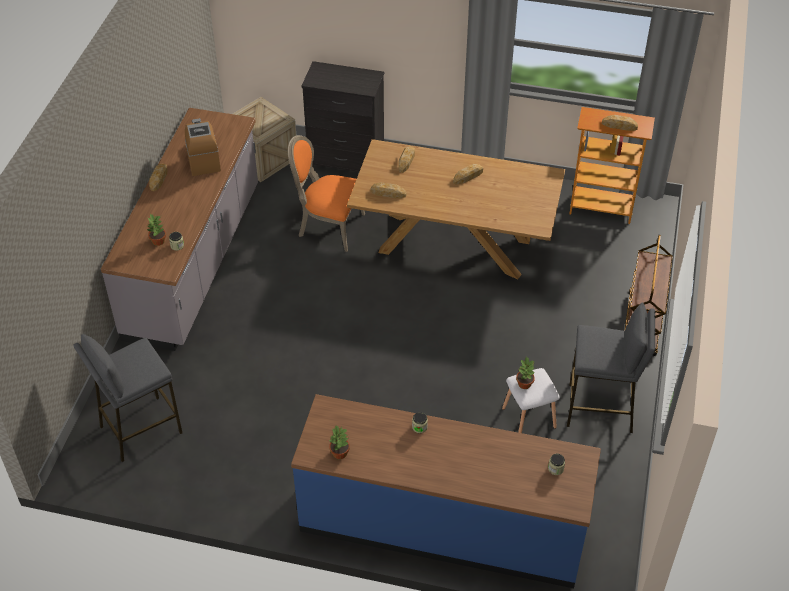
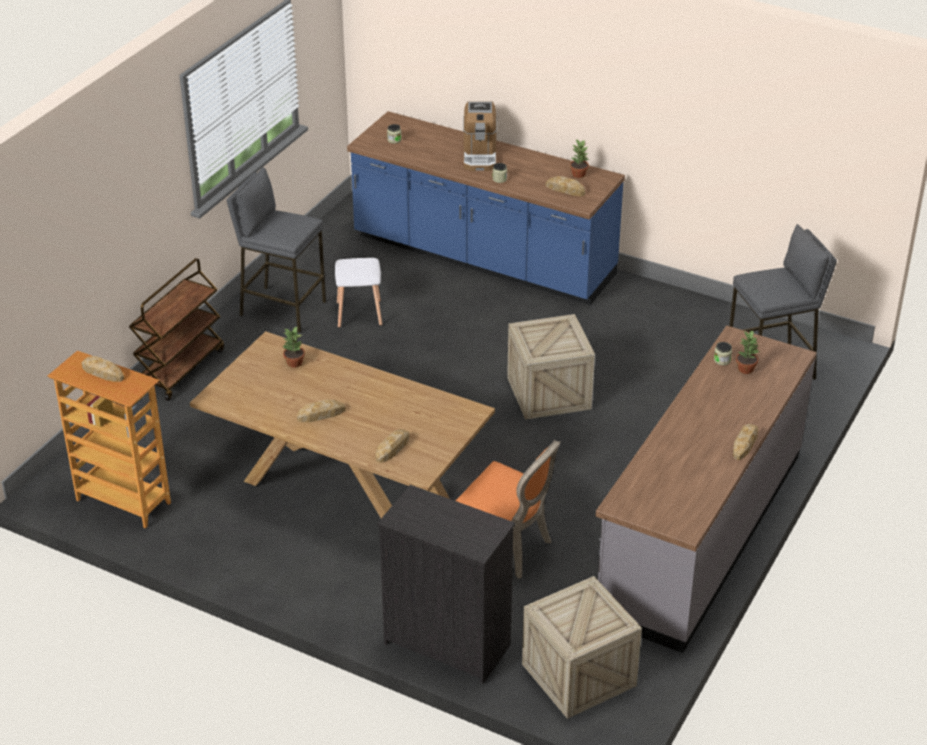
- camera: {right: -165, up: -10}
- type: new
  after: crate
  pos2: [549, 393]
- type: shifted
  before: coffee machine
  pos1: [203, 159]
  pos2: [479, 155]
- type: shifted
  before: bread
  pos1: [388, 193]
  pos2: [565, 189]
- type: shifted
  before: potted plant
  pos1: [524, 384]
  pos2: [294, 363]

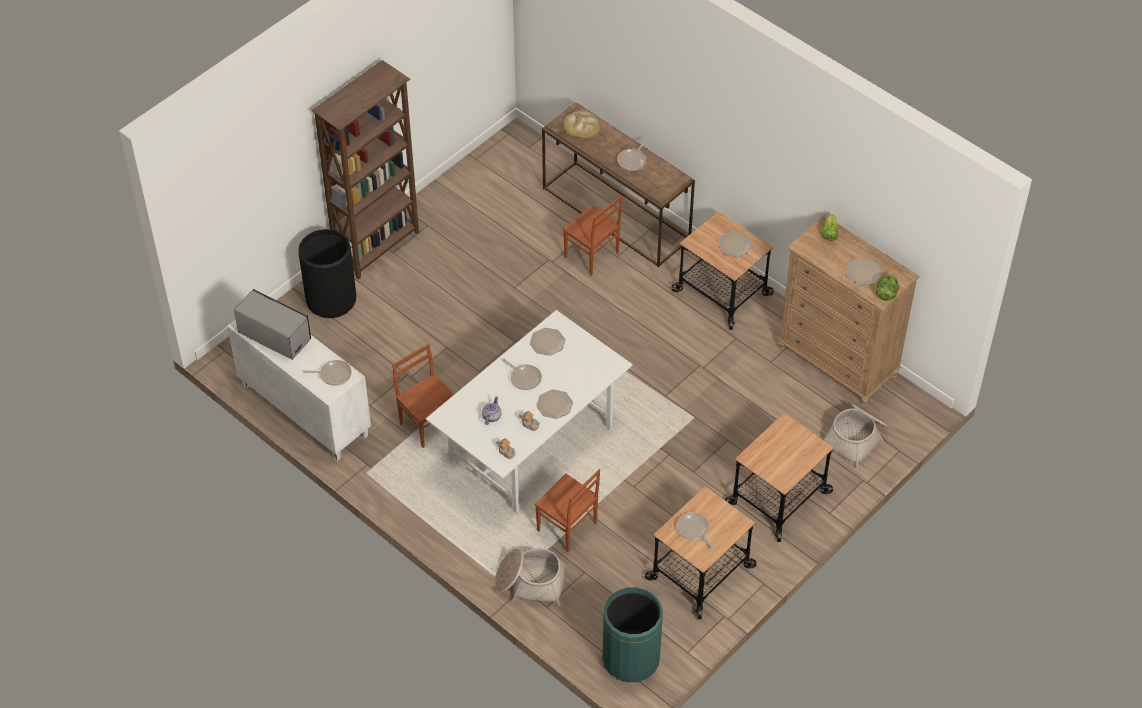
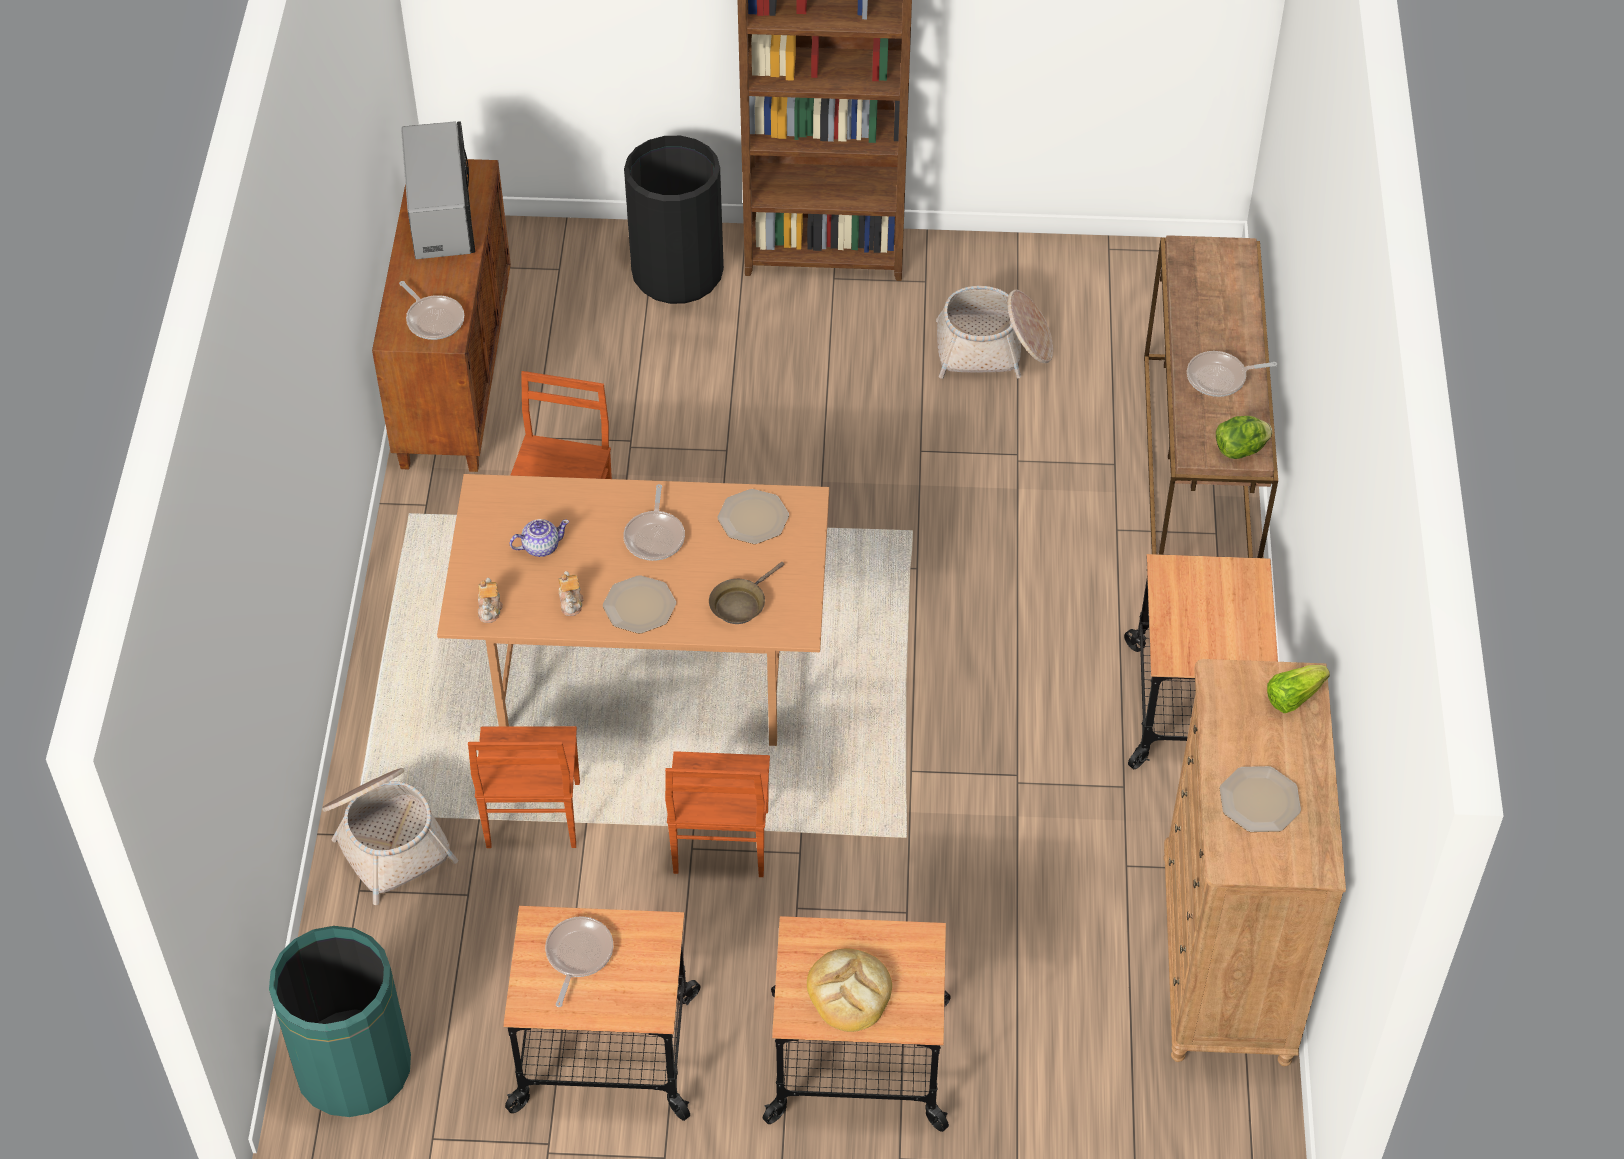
- camera: {right: 50, up: 0}
- type: gone
  before: plate
  pos1: [734, 245]
- type: new
  after: frying pan (brown)
  pos2: [740, 604]
- type: shifted
  before: bread
  pos1: [581, 126]
  pos2: [849, 991]
- type: shifted
  before: chair (brown)
  pos1: [591, 256]
  pos2: [719, 843]
- type: shifted
  before: basket
  pos1: [856, 438]
  pos2: [993, 349]
- type: shifted
  before: lettuce
  pos1: [886, 294]
  pos2: [1240, 449]
- type: repainted
  before: cabinet (white)
  after: cabinet (brown)
  pos1: [303, 410]
  pos2: [454, 375]
- type: repainted
  before: dining table (white)
  after: dining table (brown)
  pos1: [531, 444]
  pos2: [648, 666]

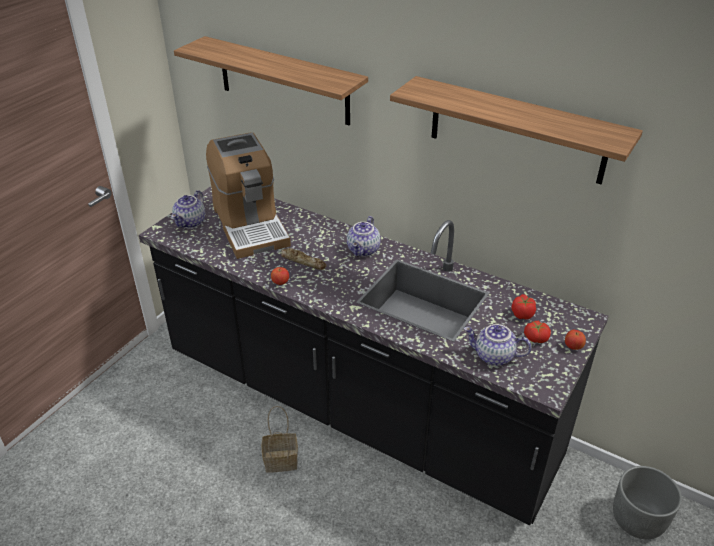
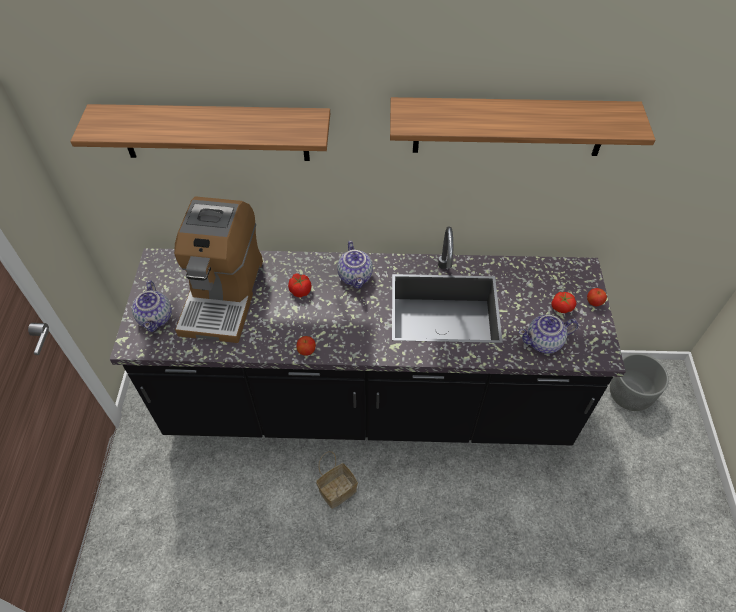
- camera: {right: -30, up: 15}
- type: gone
  before: bread
  pos1: [303, 261]
- type: shifted
  before: tomato
  pos1: [522, 314]
  pos2: [300, 290]
- type: rotated
  before: coffee machine
  pos1: [250, 225]
  pos2: [223, 295]
  turn: 60

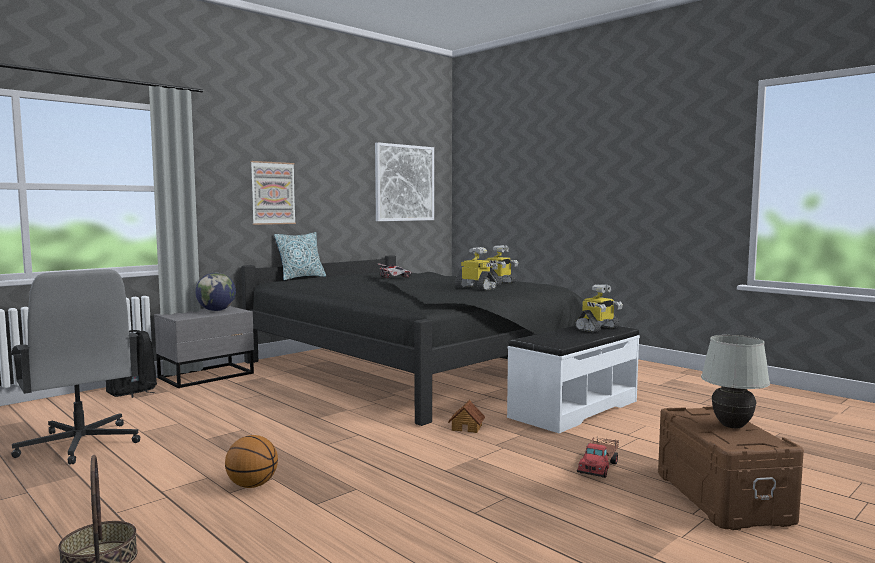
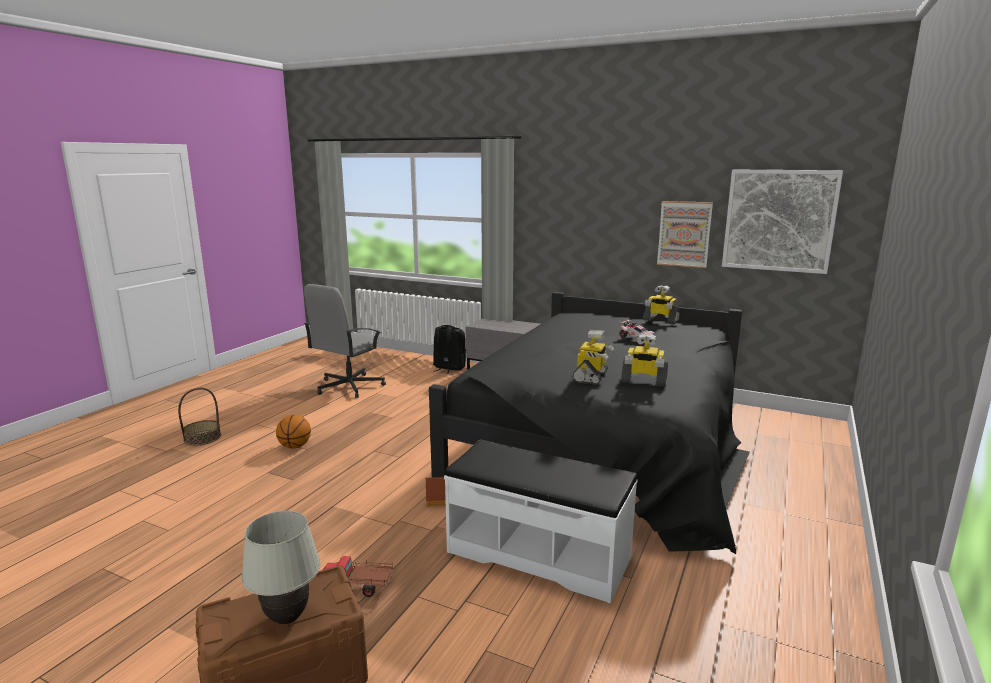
- camera: {right: 70, up: 10}
- type: gone
  before: globe
  pos1: [216, 310]
- type: gone
  before: pillow
  pos1: [301, 277]
- type: shifted
  before: picture
  pos1: [273, 193]
  pos2: [684, 234]
- type: shifted
  before: toy robot
  pos1: [598, 329]
  pos2: [660, 320]

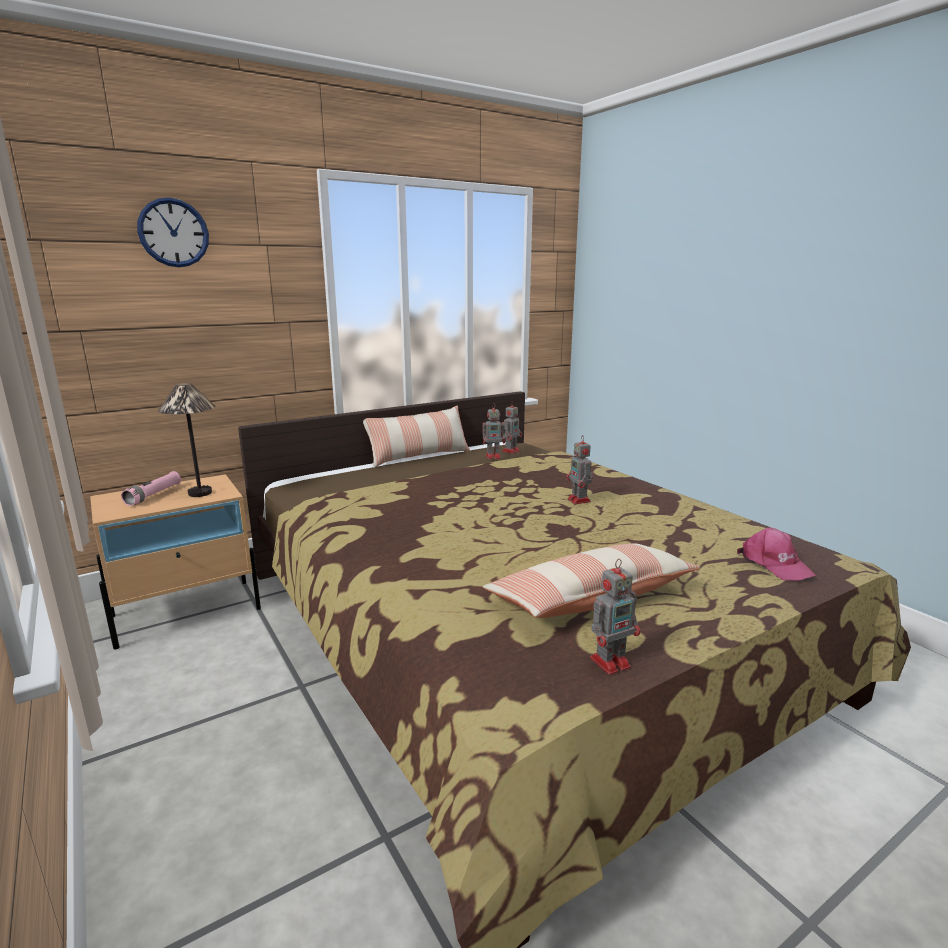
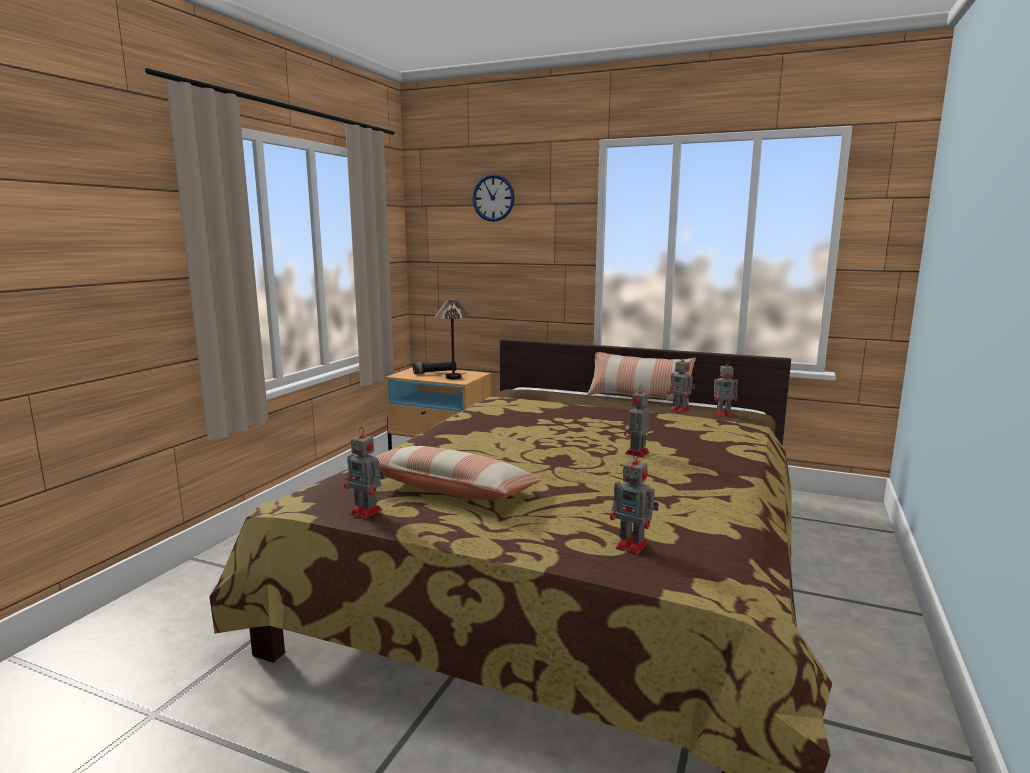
- camera: {right: 55, up: -5}
- type: swapped
  before: cap (pink)
  after: toy robot
  pos1: [774, 564]
  pos2: [633, 546]
- type: repainted
  before: flashlight (pink)
  after: flashlight (black)
  pos1: [154, 495]
  pos2: [434, 373]

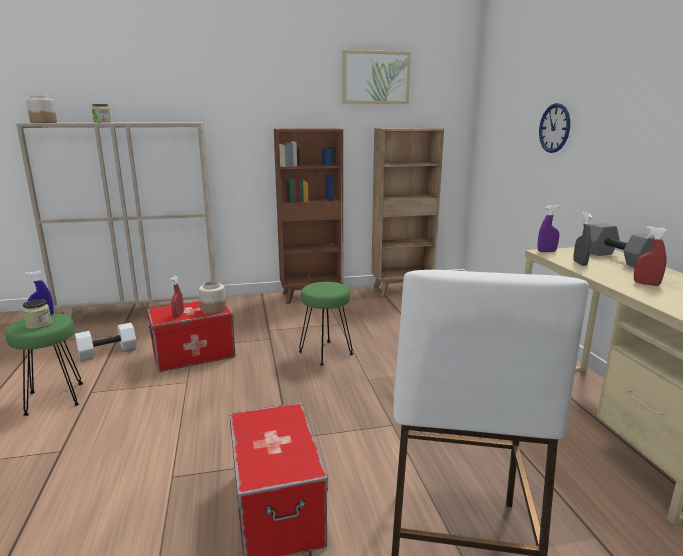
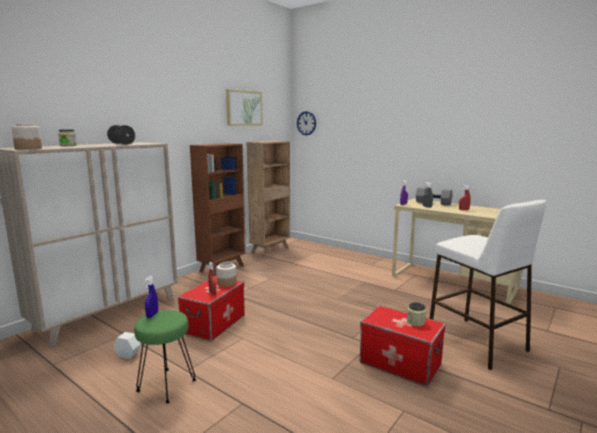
- camera: {right: -40, up: -5}
- type: gone
  before: stool (green)
  pos1: [326, 353]
- type: new
  after: dumbbell (black)
  pos2: [122, 144]
- type: shifted
  before: jar
  pos1: [39, 324]
  pos2: [415, 322]
- type: shifted
  before: wall clock
  pos1: [554, 128]
  pos2: [306, 123]

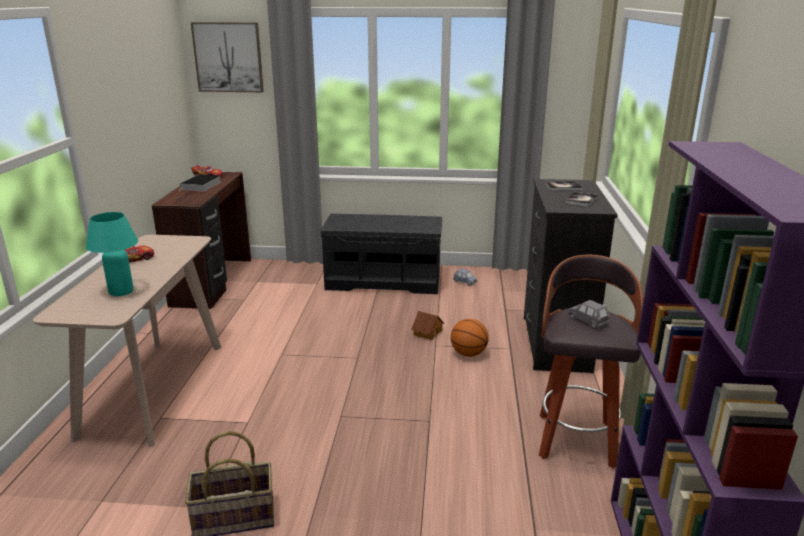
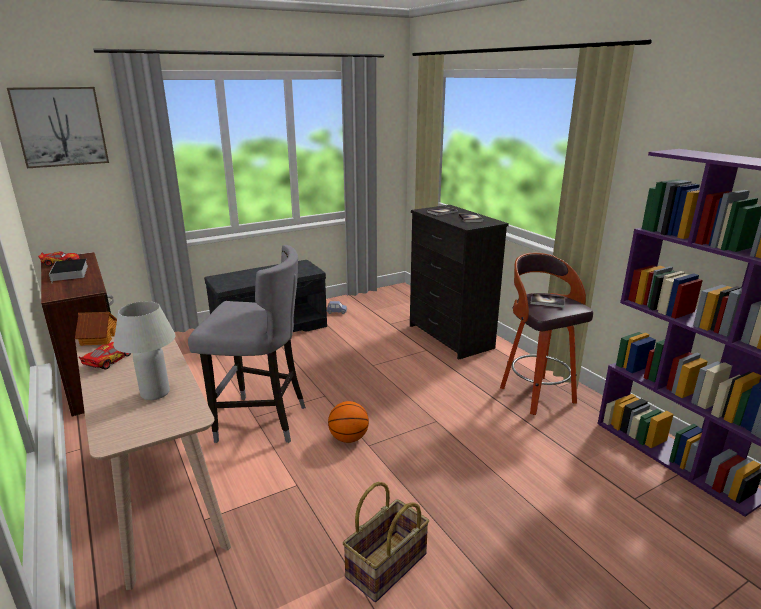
- camera: {right: -35, up: 0}
- type: new
  after: stool (grey)
  pos2: [260, 421]
- type: shifted
  before: toy house
  pos1: [427, 332]
  pos2: [99, 338]
- type: shifted
  before: basketball
  pos1: [468, 354]
  pos2: [348, 438]
- type: swapped
  before: toy car (grey)
  after: book
  pos1: [587, 321]
  pos2: [547, 301]
- type: repainted
  before: table lamp (turquoise)
  after: table lamp (white)
  pos1: [121, 292]
  pos2: [155, 393]

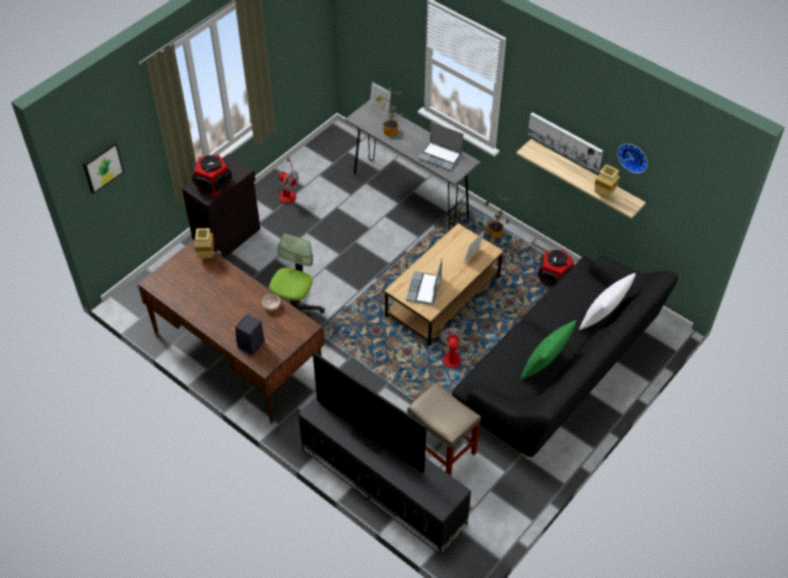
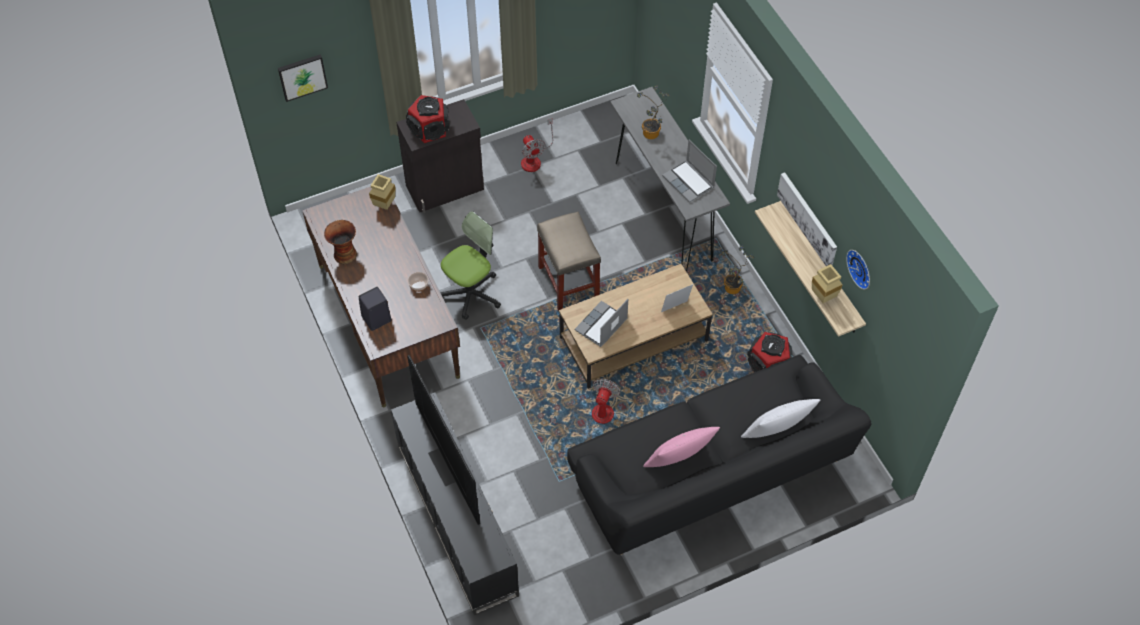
- camera: {right: 25, up: 5}
- type: gone
  before: picture frame
  pos1: [380, 110]
- type: new
  after: vase
  pos2: [344, 254]
- type: shifted
  before: stool (beige)
  pos1: [442, 449]
  pos2: [569, 283]
- type: repainted
  before: pillow (green)
  after: pillow (pink)
  pos1: [544, 366]
  pos2: [678, 462]

